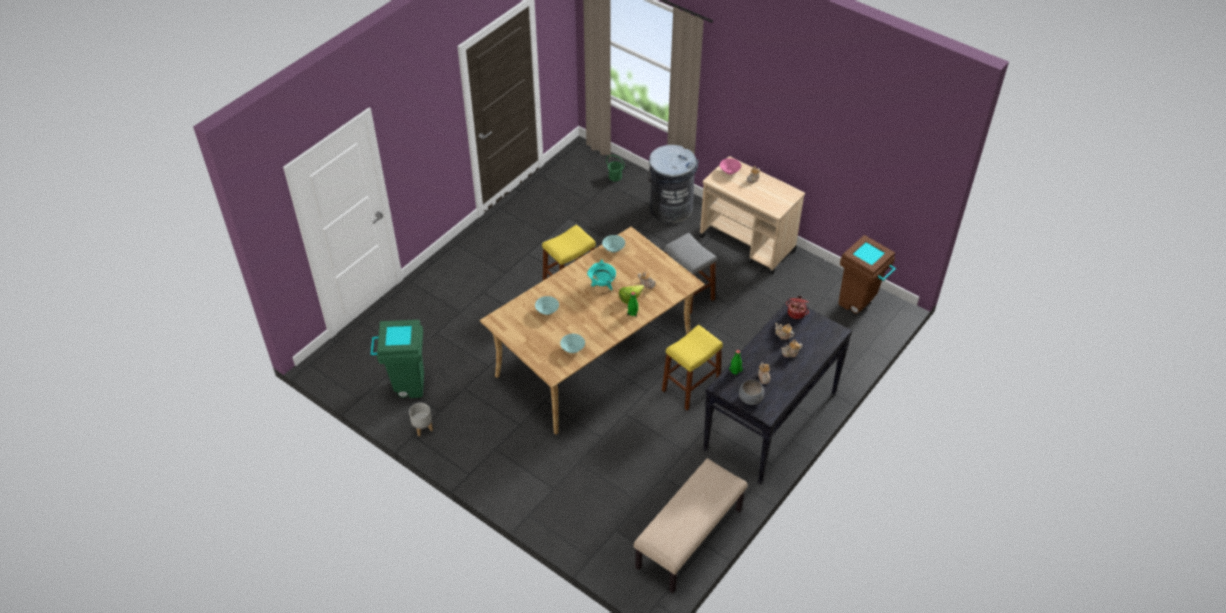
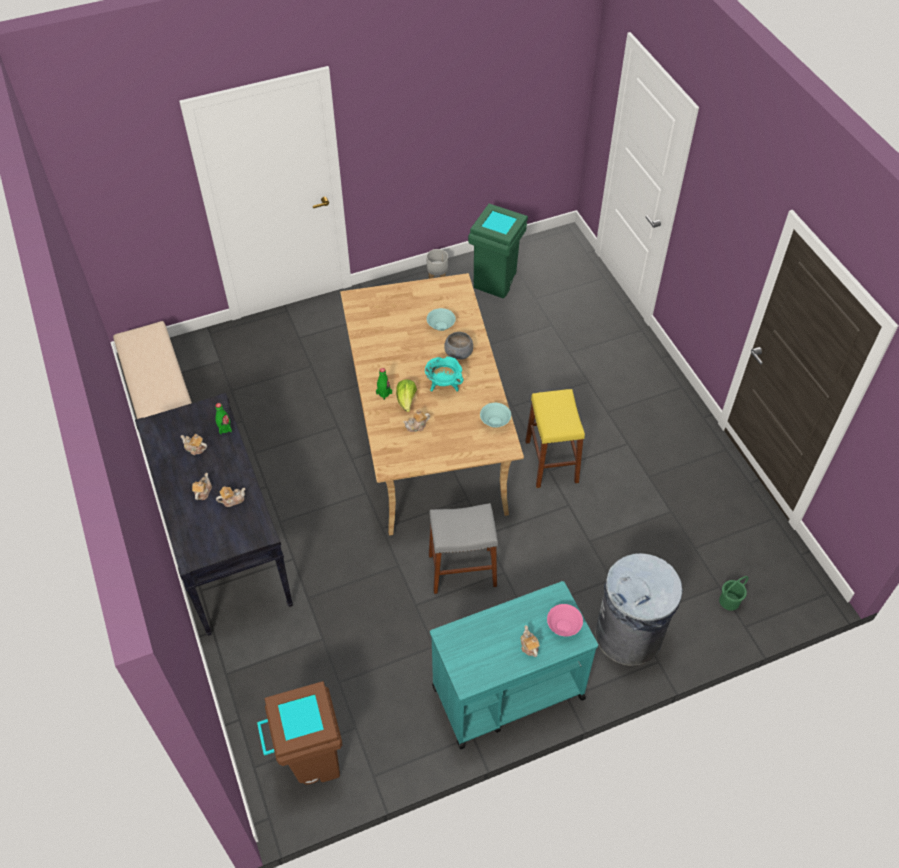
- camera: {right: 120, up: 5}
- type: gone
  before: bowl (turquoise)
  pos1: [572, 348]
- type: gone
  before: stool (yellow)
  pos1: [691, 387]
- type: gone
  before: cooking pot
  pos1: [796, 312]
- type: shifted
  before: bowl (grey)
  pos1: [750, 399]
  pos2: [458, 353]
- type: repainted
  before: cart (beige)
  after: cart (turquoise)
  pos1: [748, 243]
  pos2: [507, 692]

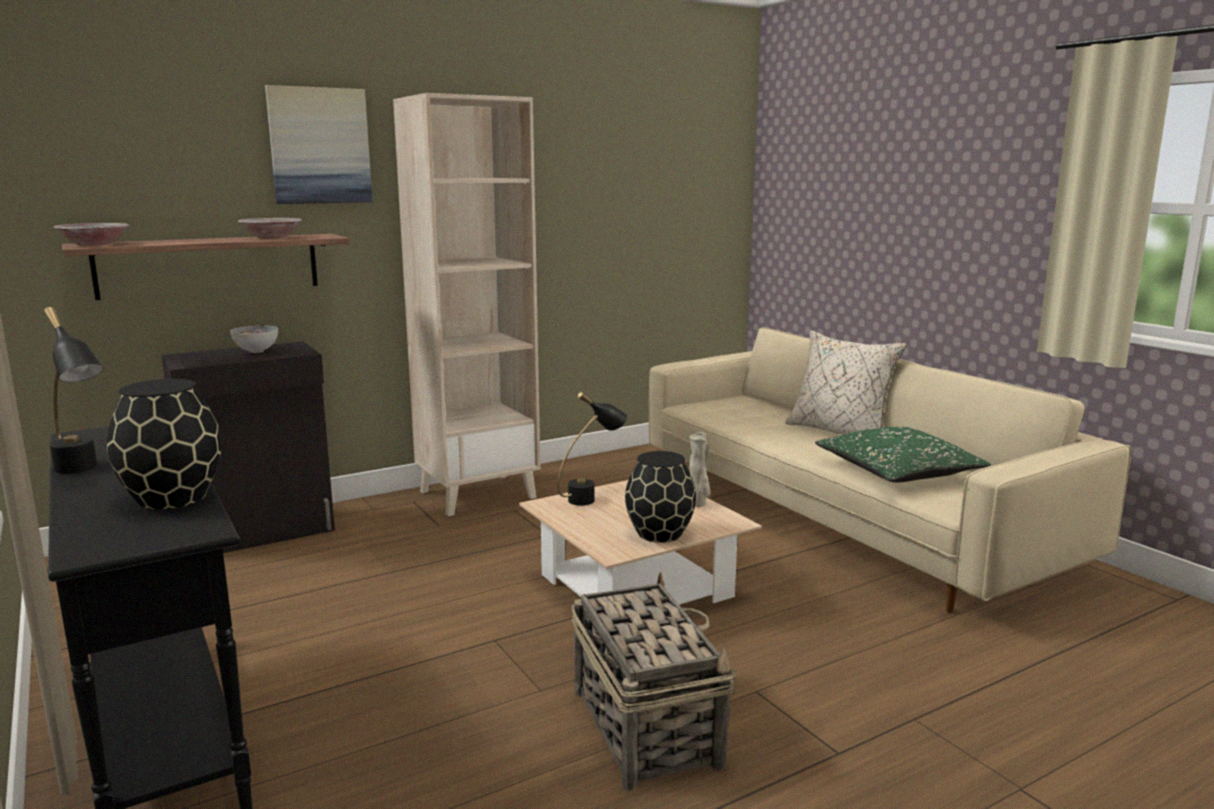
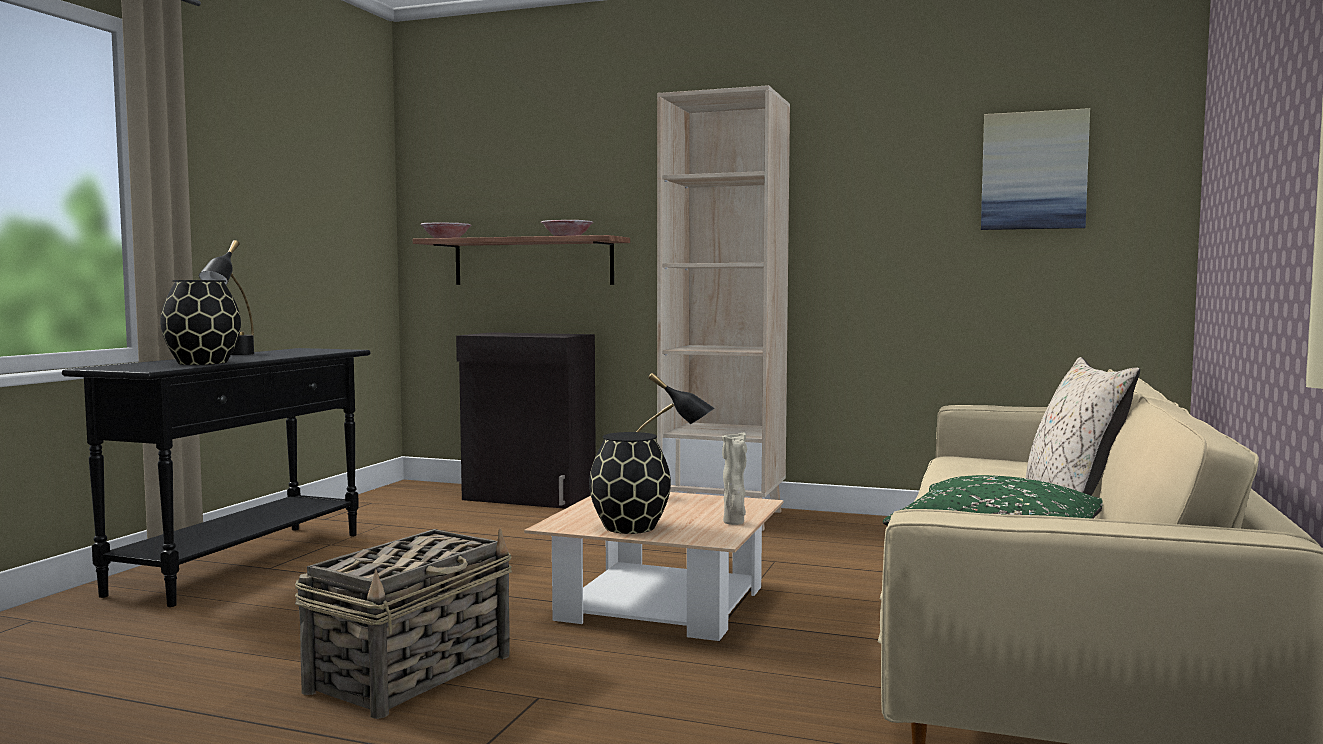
- camera: {right: 50, up: -10}
- type: gone
  before: bowl
  pos1: [256, 351]
- type: shifted
  before: picture
  pos1: [319, 146]
  pos2: [1034, 171]

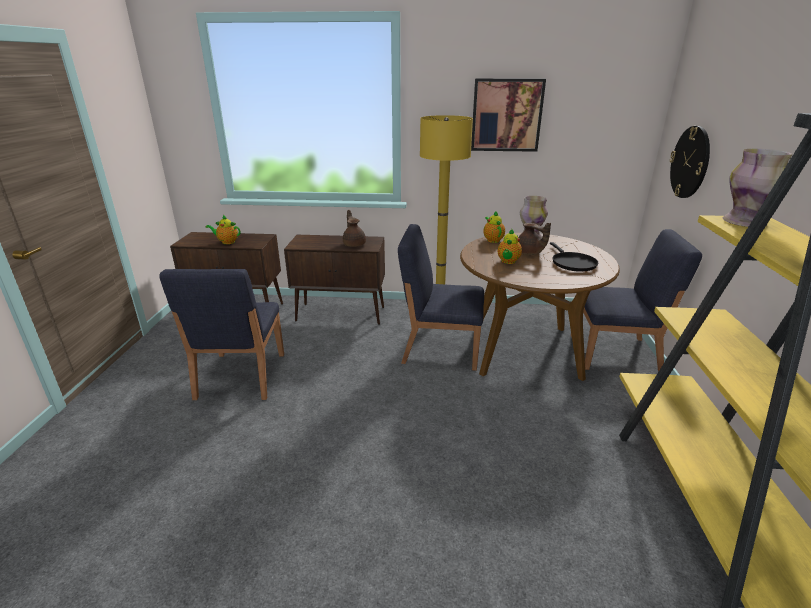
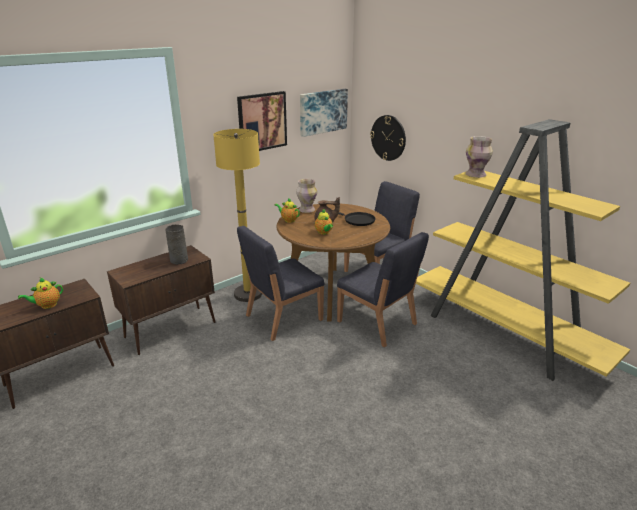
- camera: {right: -45, up: 0}
- type: new
  after: picture
  pos2: [323, 111]
- type: shifted
  before: chair (blue)
  pos1: [240, 376]
  pos2: [377, 323]
- type: swapped
  before: teapot (brown)
  after: vase (grey)
  pos1: [354, 244]
  pos2: [179, 260]

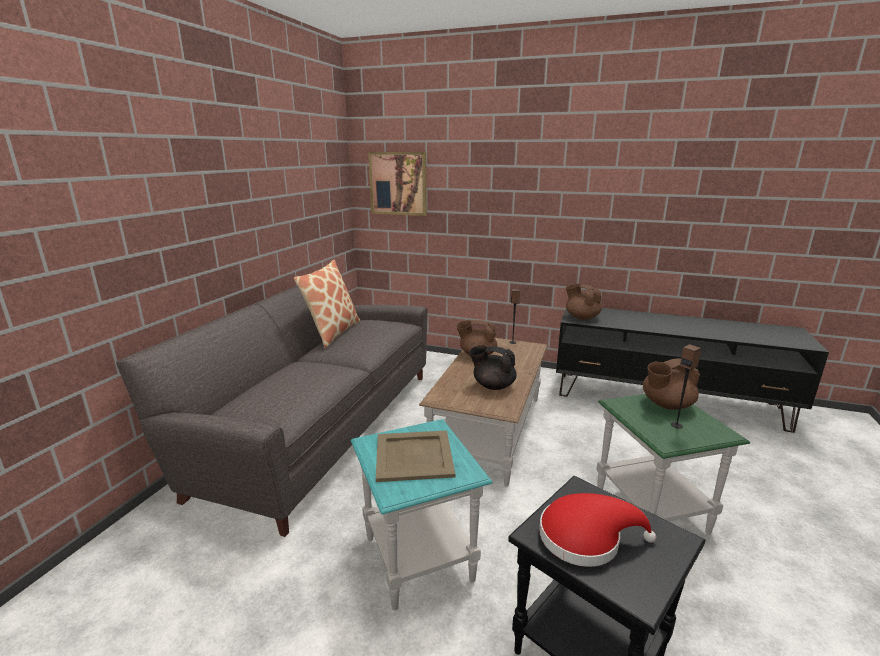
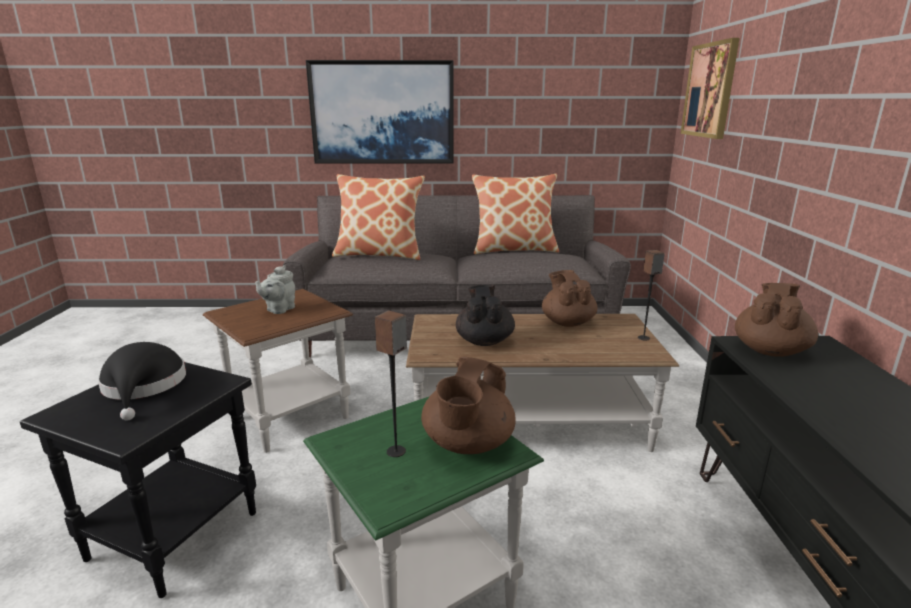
- camera: {right: 70, up: 0}
- type: new
  after: picture
  pos2: [382, 113]
- type: new
  after: pillow
  pos2: [379, 254]
- type: swapped
  before: tray (beige)
  after: teapot (grey)
  pos1: [413, 455]
  pos2: [279, 309]
- type: repainted
  before: side table (turquoise)
  after: side table (brown)
  pos1: [418, 557]
  pos2: [291, 417]
- type: repainted
  before: hat (red)
  after: hat (black)
  pos1: [585, 538]
  pos2: [144, 387]
- type: rotated
  before: teapot (brown)
  pos1: [666, 404]
  pos2: [467, 445]
  turn: -120

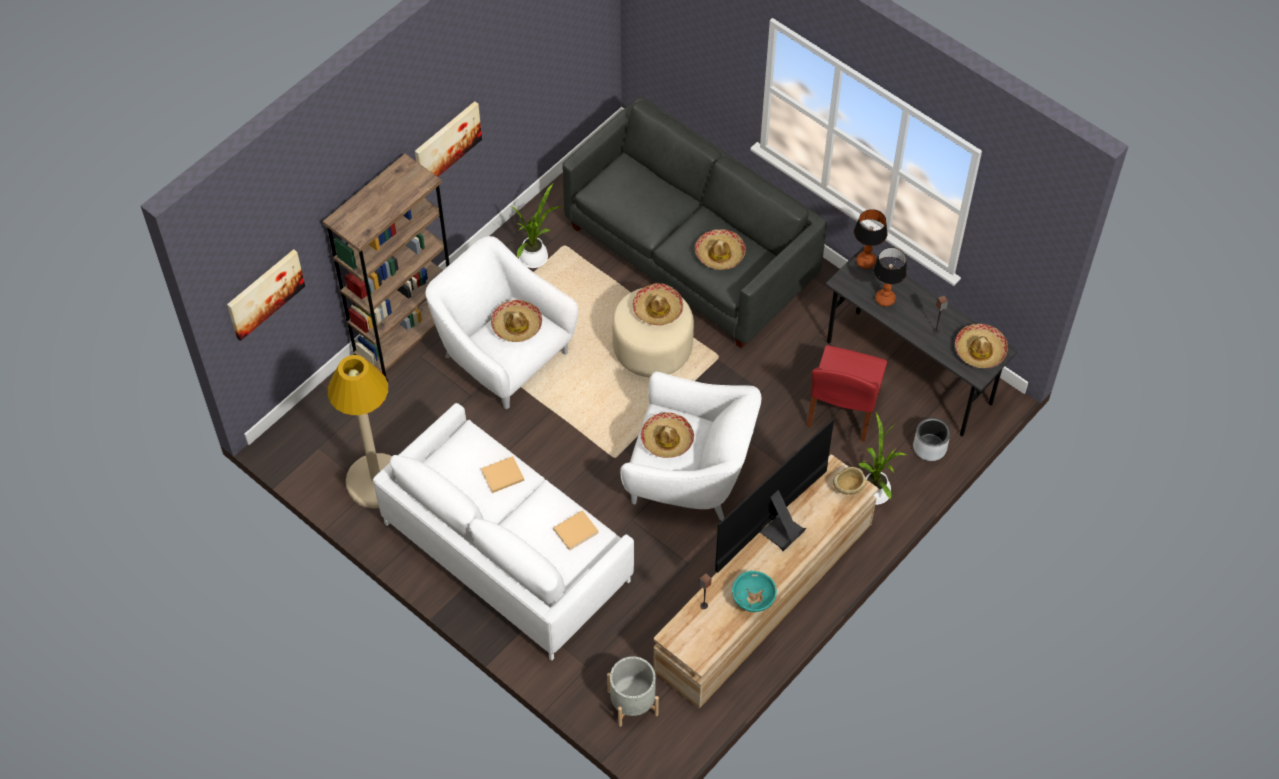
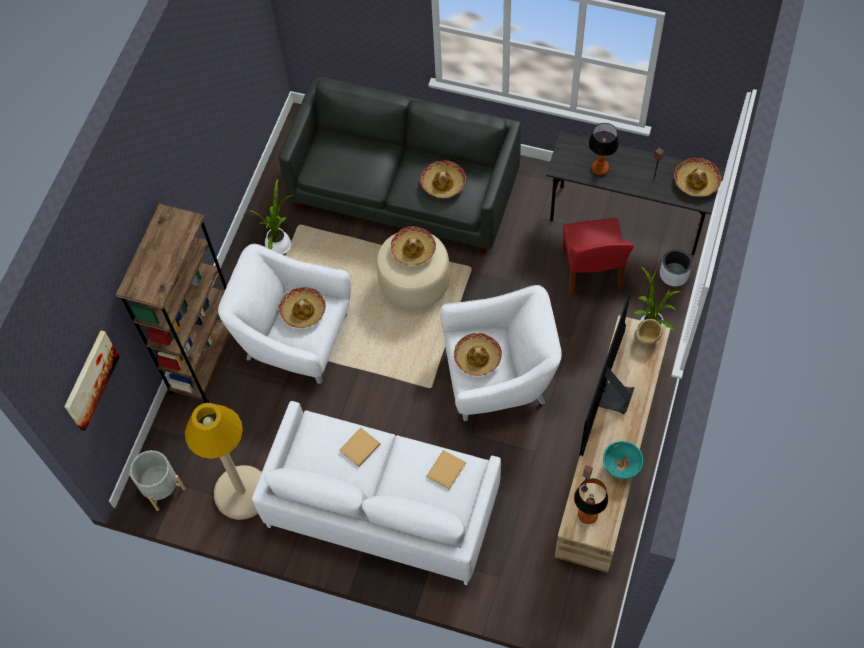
- camera: {right: -20, up: 5}
- type: gone
  before: picture
  pos1: [447, 143]
- type: shifted
  before: planter (grey)
  pos1: [632, 703]
  pos2: [161, 487]
- type: shifted
  before: table lamp
  pos1: [866, 262]
  pos2: [588, 515]

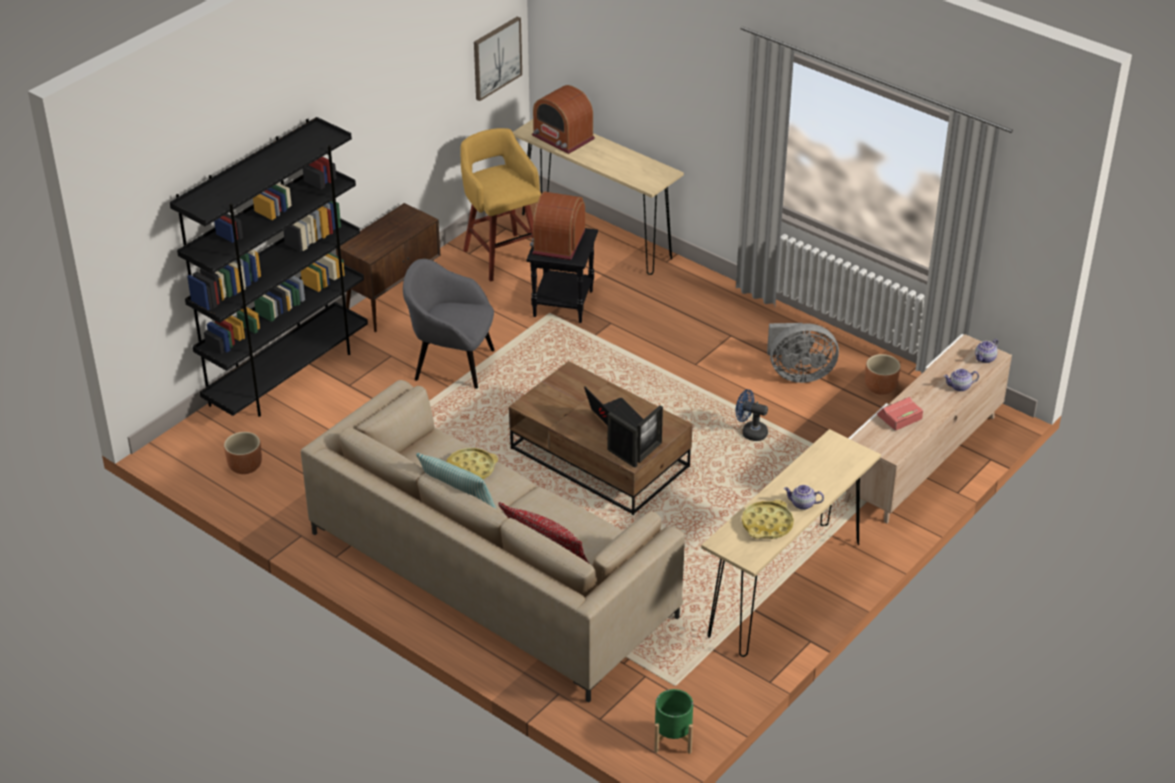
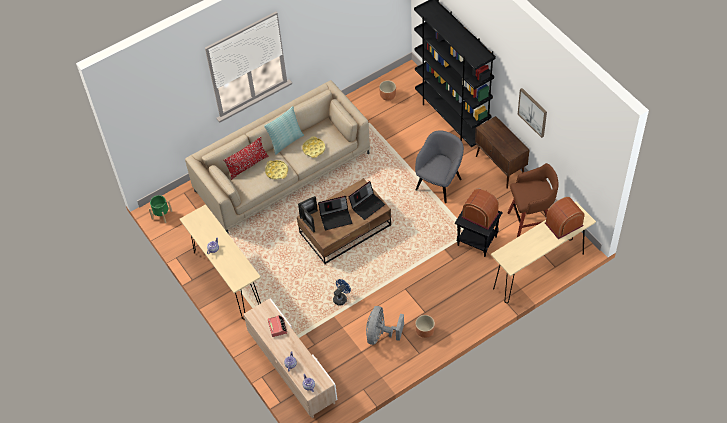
- camera: {right: 110, up: 15}
- type: new
  after: laptop
  pos2: [367, 205]
- type: shifted
  before: picture
  pos1: [496, 58]
  pos2: [533, 112]
- type: shifted
  before: tray (yellow)
  pos1: [767, 524]
  pos2: [276, 171]
- type: shifted
  before: planter (brown)
  pos1: [880, 388]
  pos2: [425, 331]
- type: repainted
  before: stool (yellow)
  after: stool (brown)
  pos1: [502, 256]
  pos2: [530, 222]

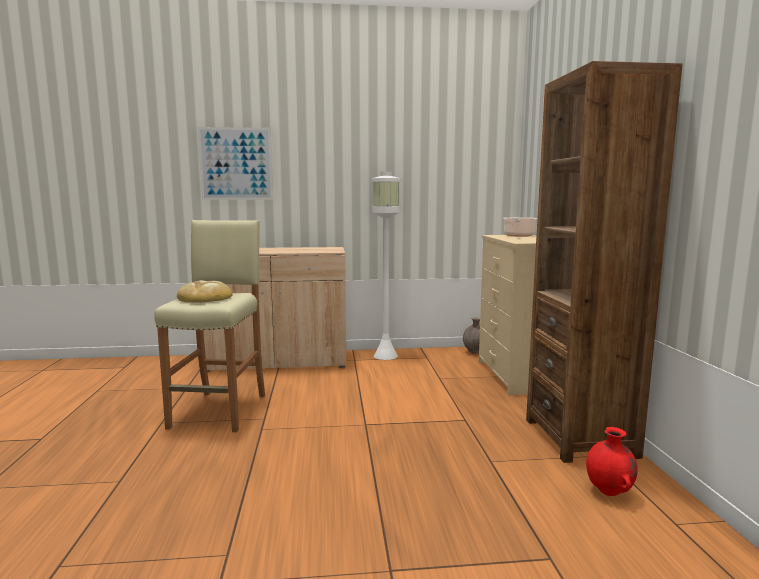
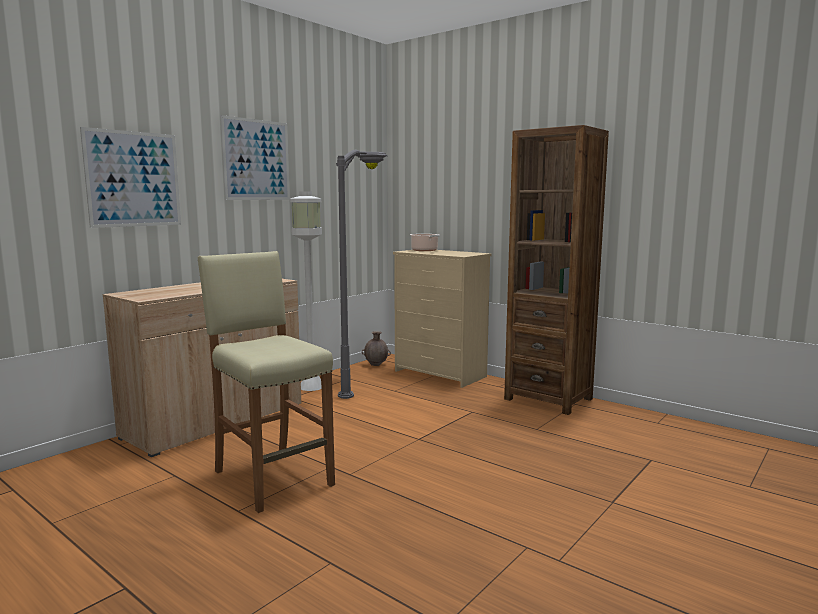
- camera: {right: -45, up: 0}
- type: gone
  before: bread
  pos1: [205, 297]
- type: gone
  before: vase (red)
  pos1: [609, 492]
- type: new
  after: picture
  pos2: [256, 160]
- type: new
  after: floor lamp (grey)
  pos2: [366, 381]

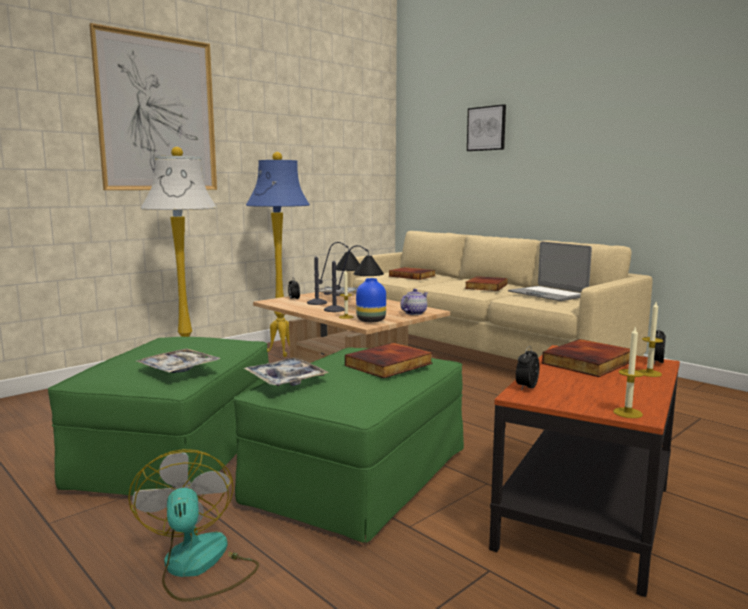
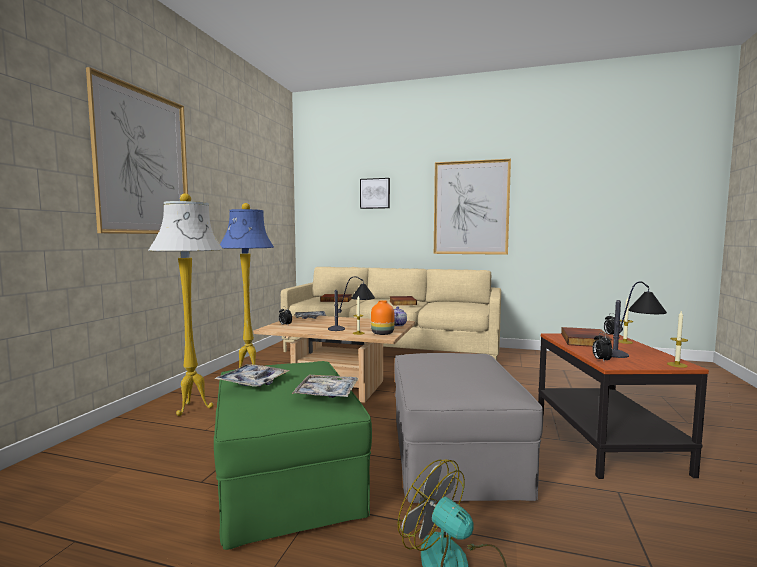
- camera: {right: -30, up: -5}
- type: gone
  before: book
  pos1: [389, 365]
- type: gone
  before: laptop
  pos1: [547, 294]
- type: new
  after: picture
  pos2: [471, 208]
- type: shifted
  before: tray
  pos1: [285, 379]
  pos2: [253, 382]
- type: shifted
  before: table lamp
  pos1: [337, 303]
  pos2: [633, 352]
- type: repainted
  before: ottoman (green)
  after: ottoman (grey)
  pos1: [357, 478]
  pos2: [454, 456]
- type: repainted
  before: vase (blue)
  after: vase (orange)
  pos1: [370, 320]
  pos2: [382, 333]

